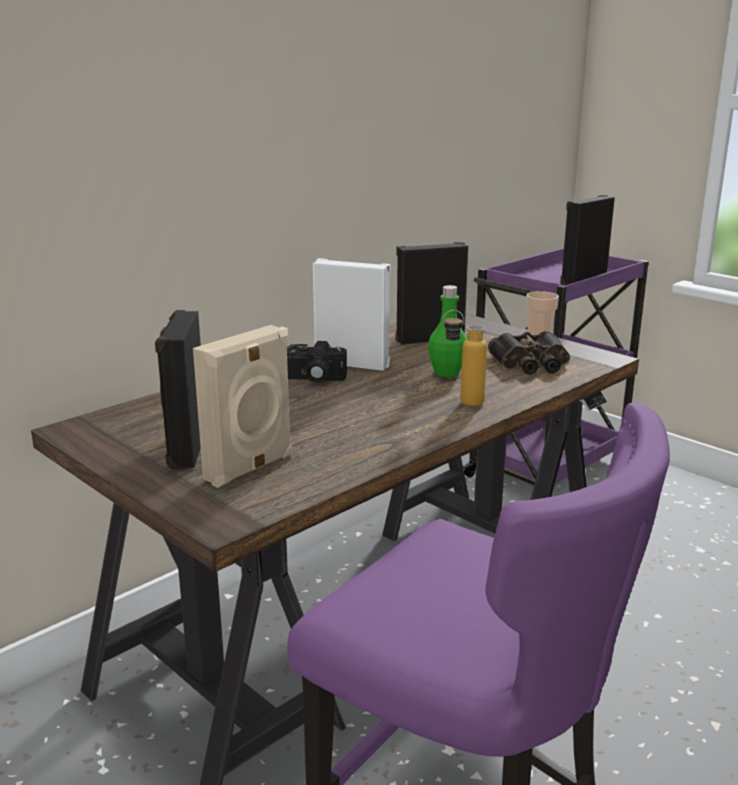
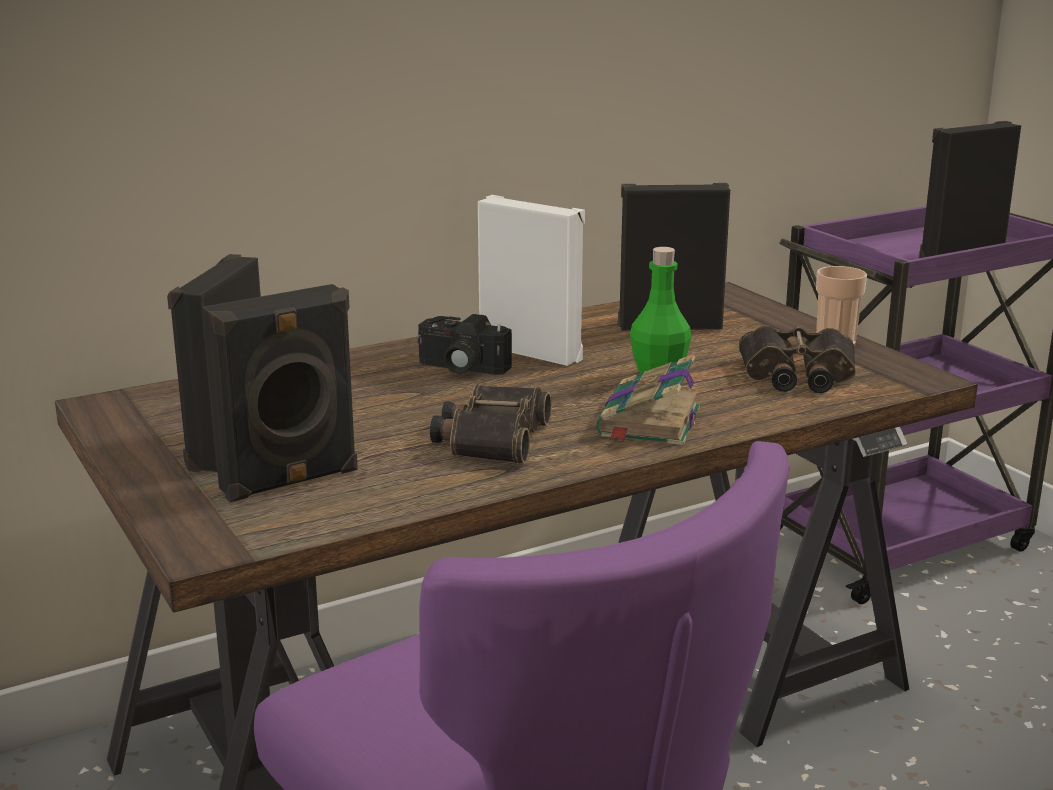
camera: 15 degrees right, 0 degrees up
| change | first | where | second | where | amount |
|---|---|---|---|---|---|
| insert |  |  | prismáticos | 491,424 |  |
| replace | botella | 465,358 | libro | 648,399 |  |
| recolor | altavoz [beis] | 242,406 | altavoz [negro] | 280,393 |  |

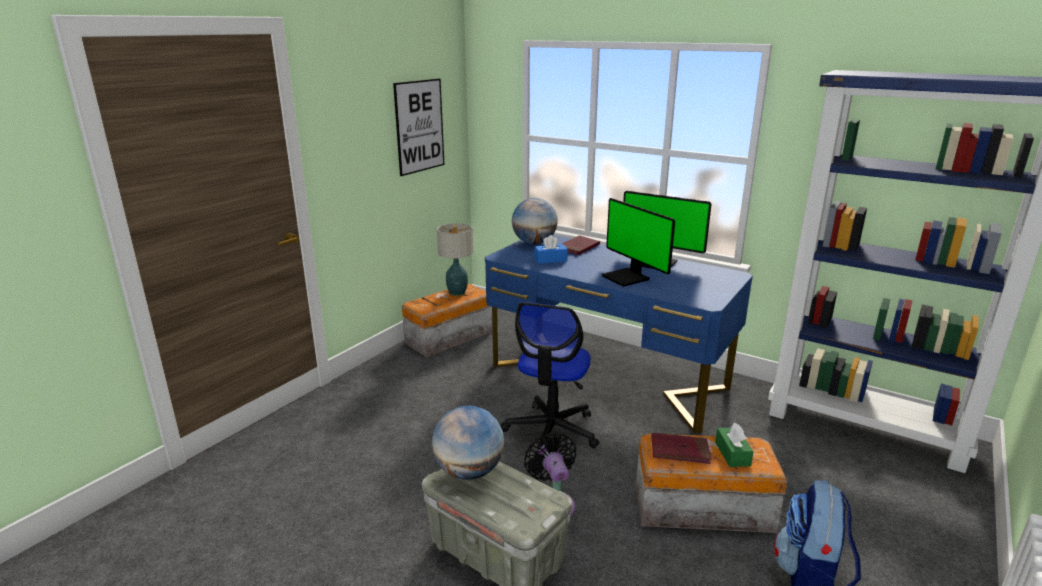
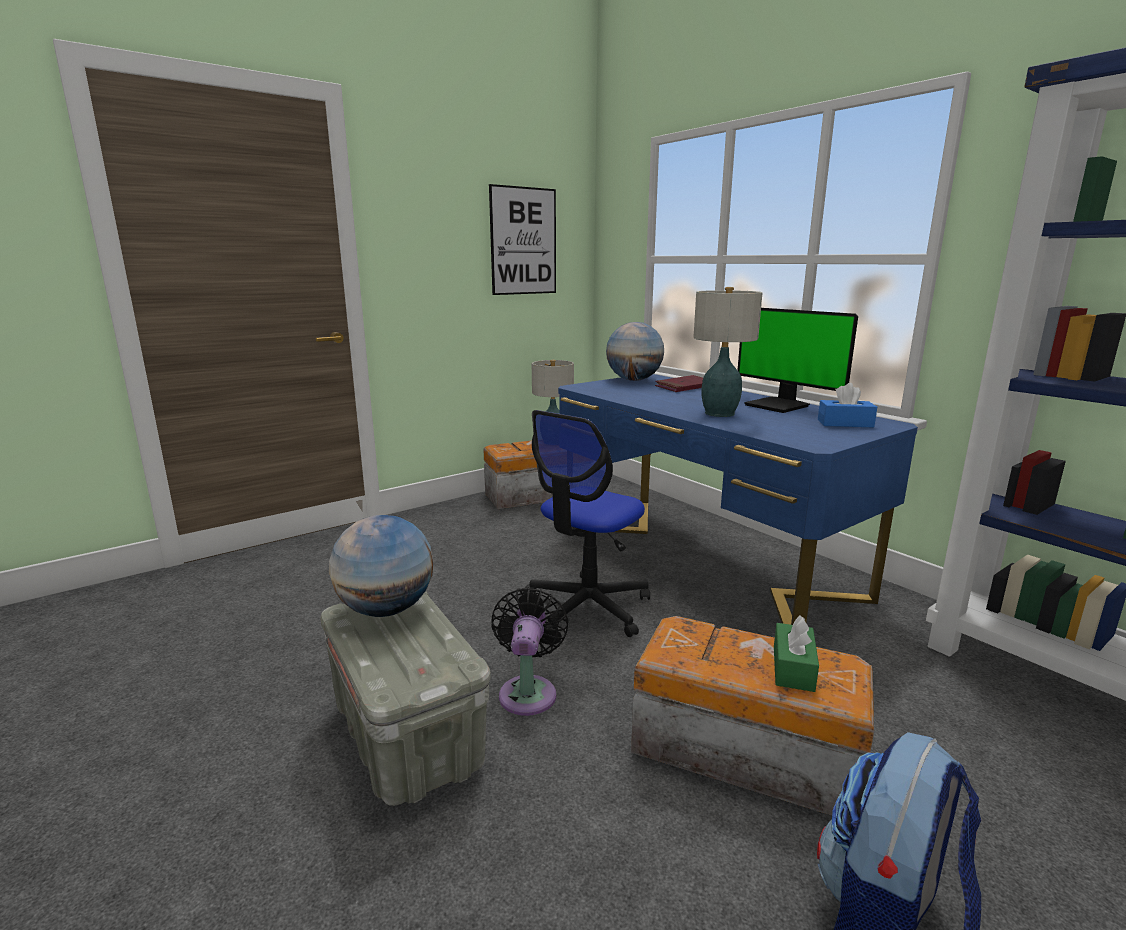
camera: 20 degrees right, 5 degrees down
| change | first | where | second | where | amount |
|---|---|---|---|---|---|
| delete | libro [rojo] | 681,448 |  |  |  |
| move | caja de pañuelos [azul] | 551,249 |  | 847,405 |  |
| replace | monitor | 638,242 | lámpara de mesa | 728,352 |  |

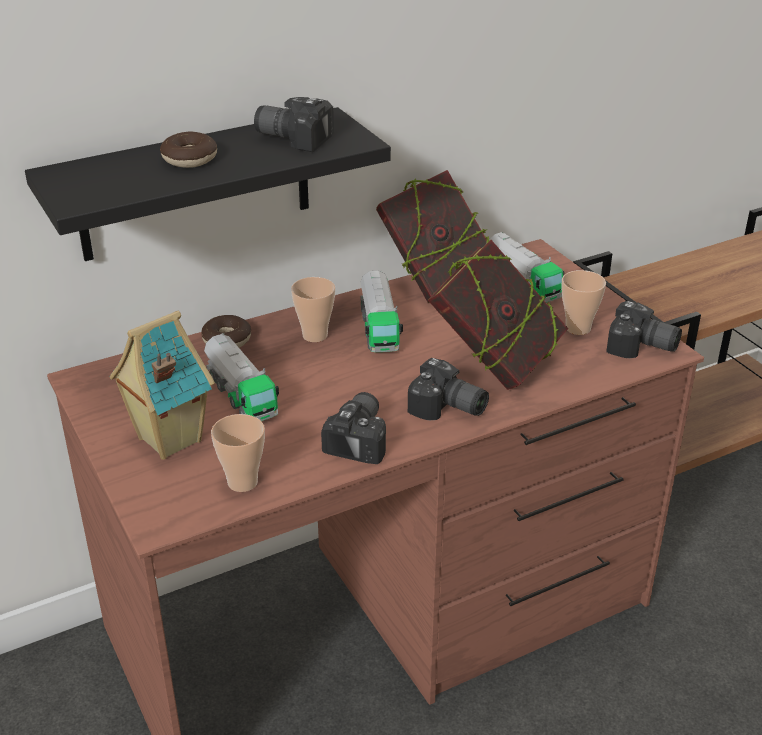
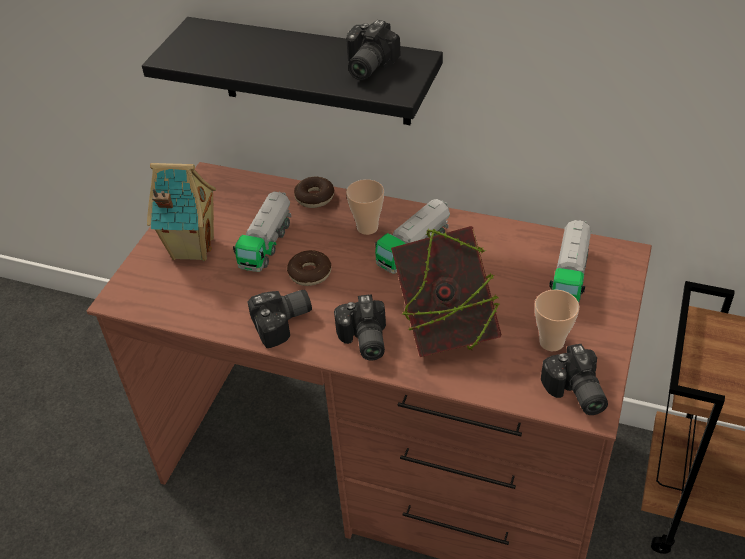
camera: 50 degrees right, 10 degrees up
| change | first | where | second | where | amount |
|---|---|---|---|---|---|
| delete | taza | 238,453 |  |  |  |
| delete | libro | 433,236 |  |  |  |
| move | rosquilla | 188,149 |  | 309,268 |  |
| rotate | cámara | 294,124 |  | 373,50 | 135 degrees counterclockwise |

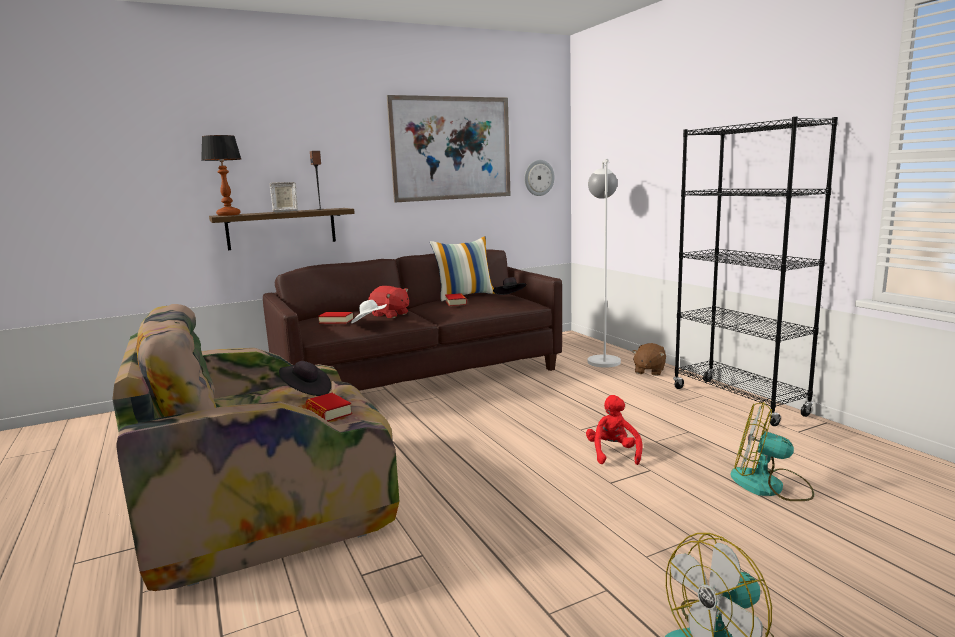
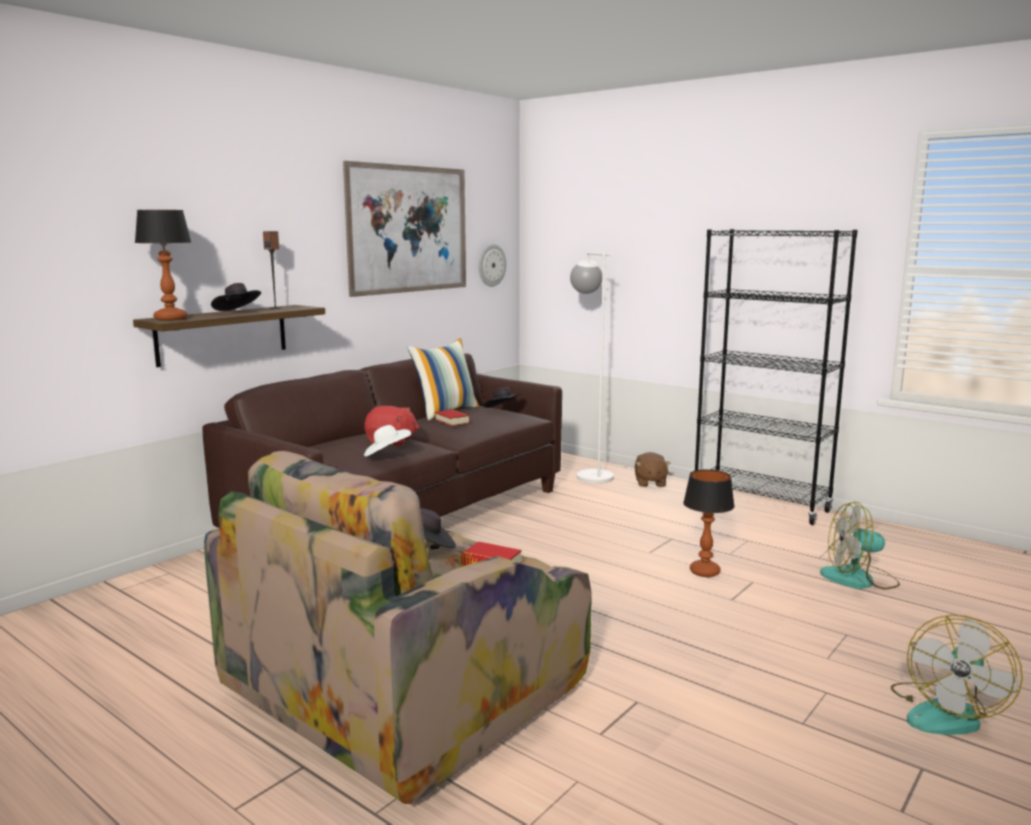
camera: 25 degrees left, 0 degrees up
| change | first | where | second | where | amount |
|---|---|---|---|---|---|
| delete | libro | 335,318 |  |  |  |
| replace | portarretratos | 283,197 | sombrero [negro] | 236,297 |  |
| replace | peluche [rojo] | 614,430 | lámpara de mesa | 709,523 |  |

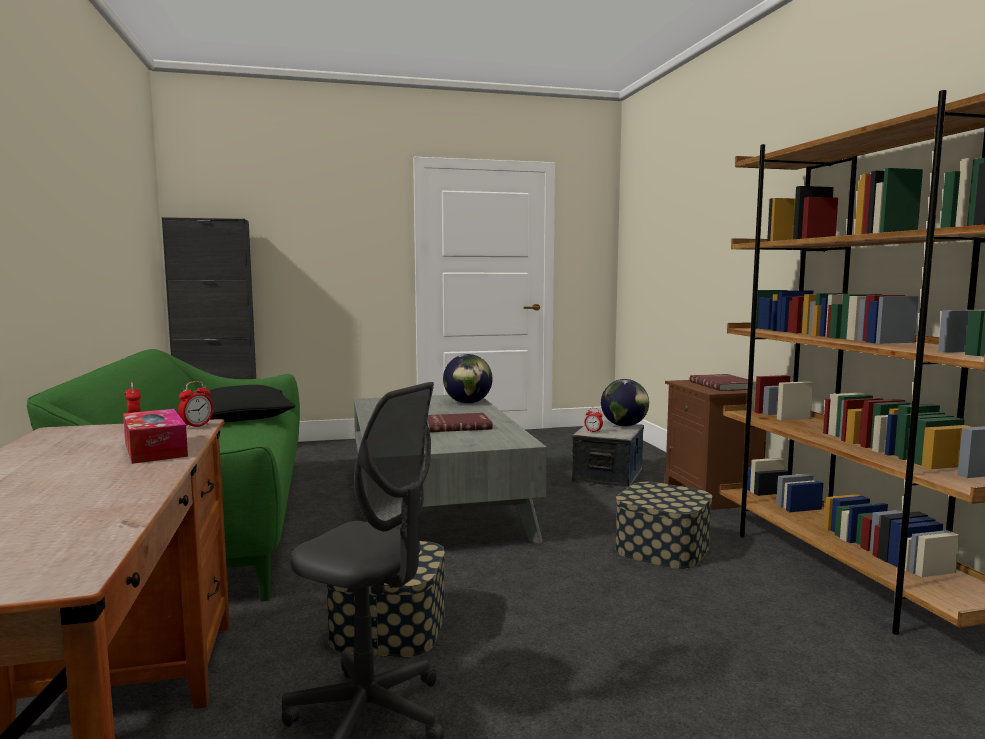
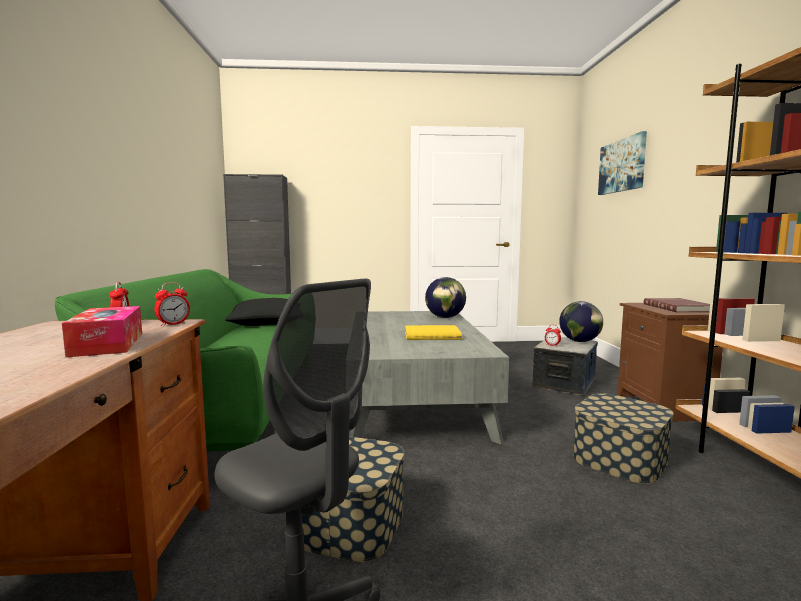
camera: 10 degrees right, 0 degrees up
| change | first | where | second | where | amount |
|---|---|---|---|---|---|
| insert |  |  | cuadro | 622,163 |  |
| recolor | libro [rojo] | 460,422 | libro [amarillo] | 433,332 |  |

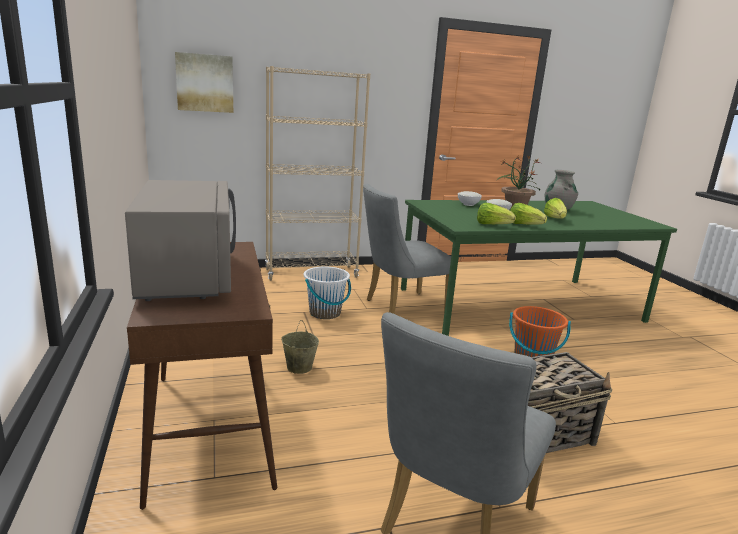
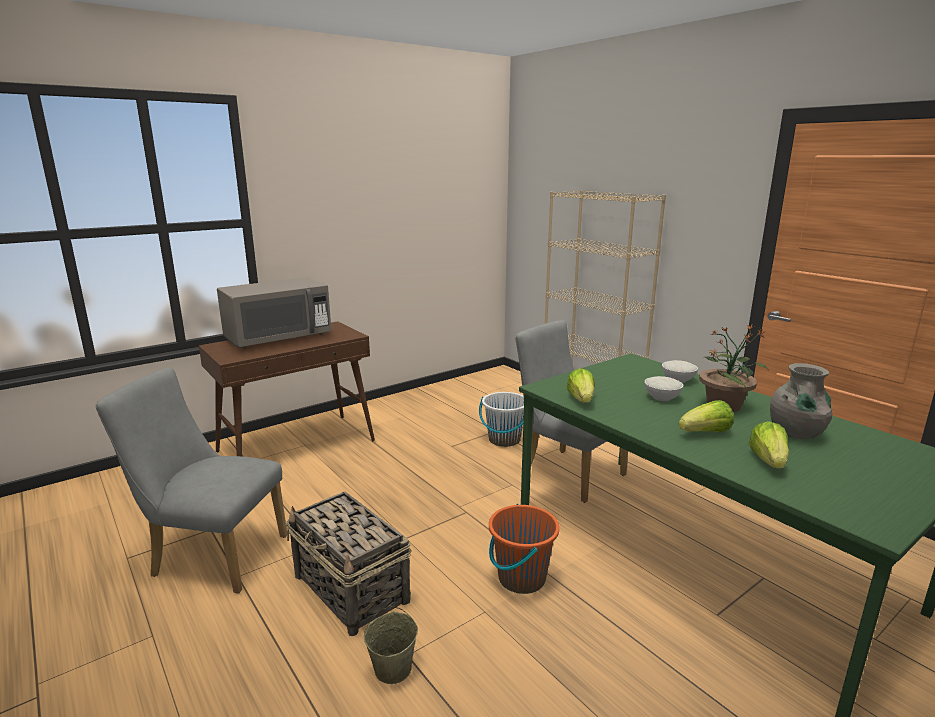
camera: 70 degrees right, 0 degrees up
| change | first | where | second | where | amount |
|---|---|---|---|---|---|
| delete | cuadro | 204,82 |  |  |  |
| move | cubo [beis] | 300,347 |  | 391,645 |  |
| move | lechuga | 528,214 |  | 769,445 |  |

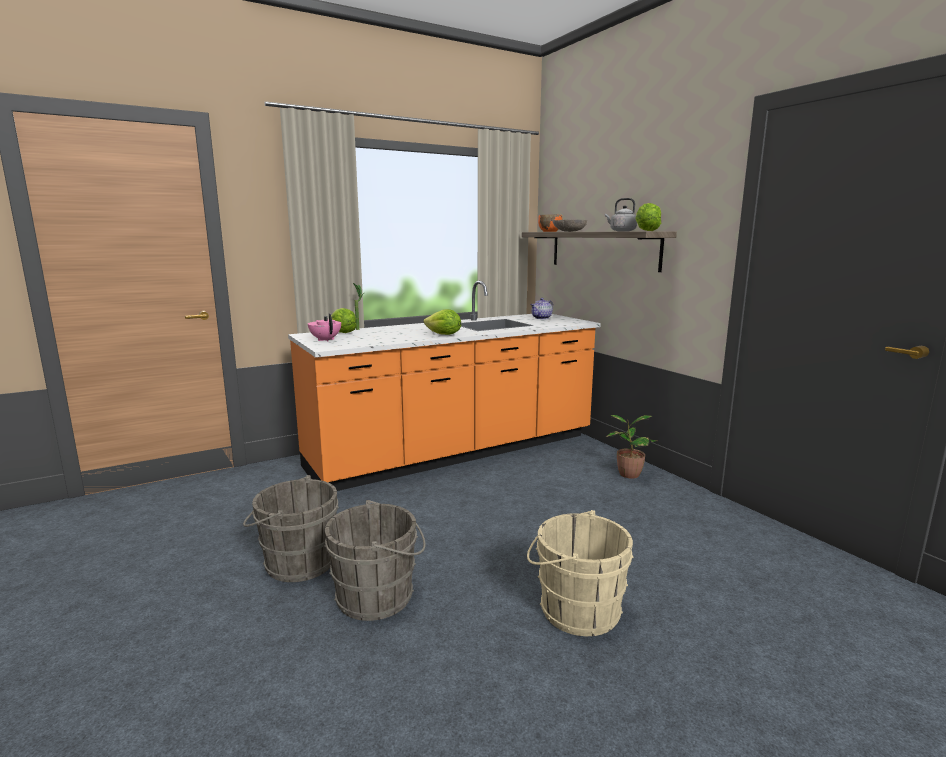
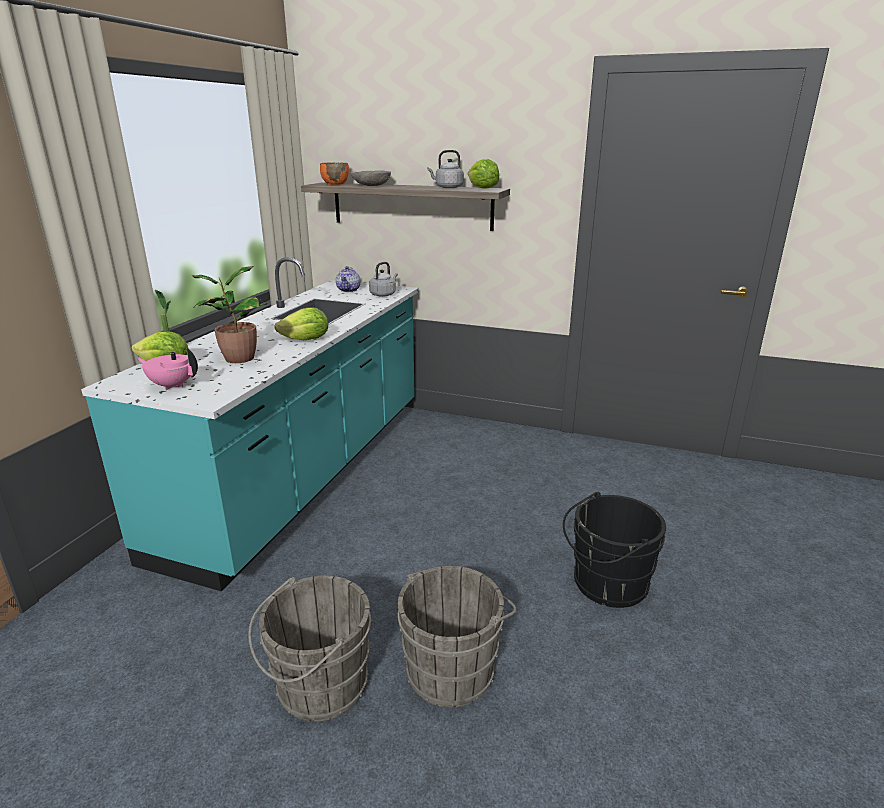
camera: 40 degrees left, 10 degrees up
| change | first | where | second | where | amount |
|---|---|---|---|---|---|
| insert |  |  | hervidor [gris] | 383,279 |  |
| move | planta en maceta | 632,447 |  | 229,314 |  |
| recolor | mueble bajo de cocina [naranja] | 444,386 | mueble bajo de cocina [turquesa] | 250,424 |  |
| recolor | cubo [beis] | 580,573 | cubo [negro] | 614,550 |  |

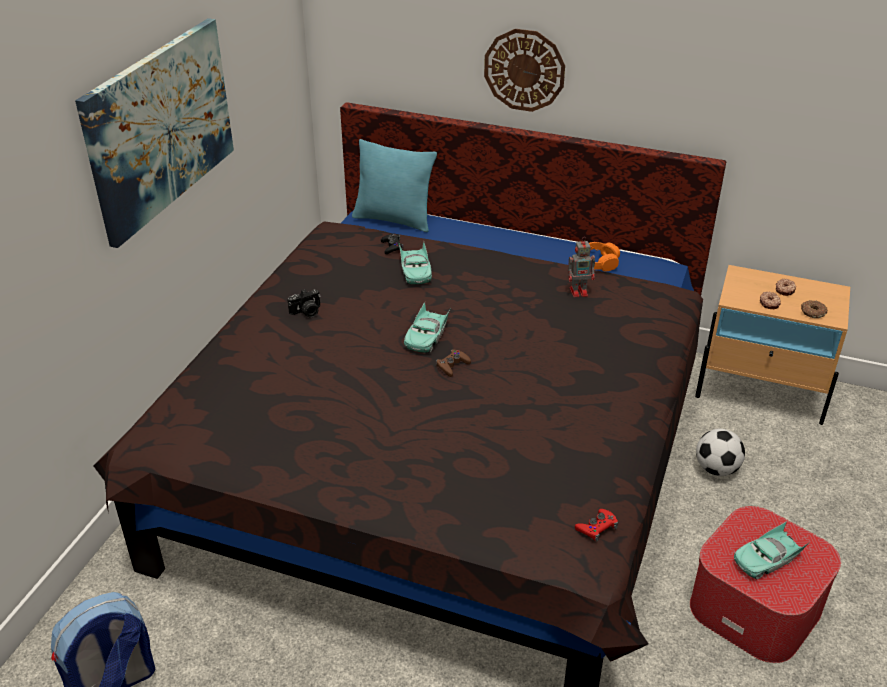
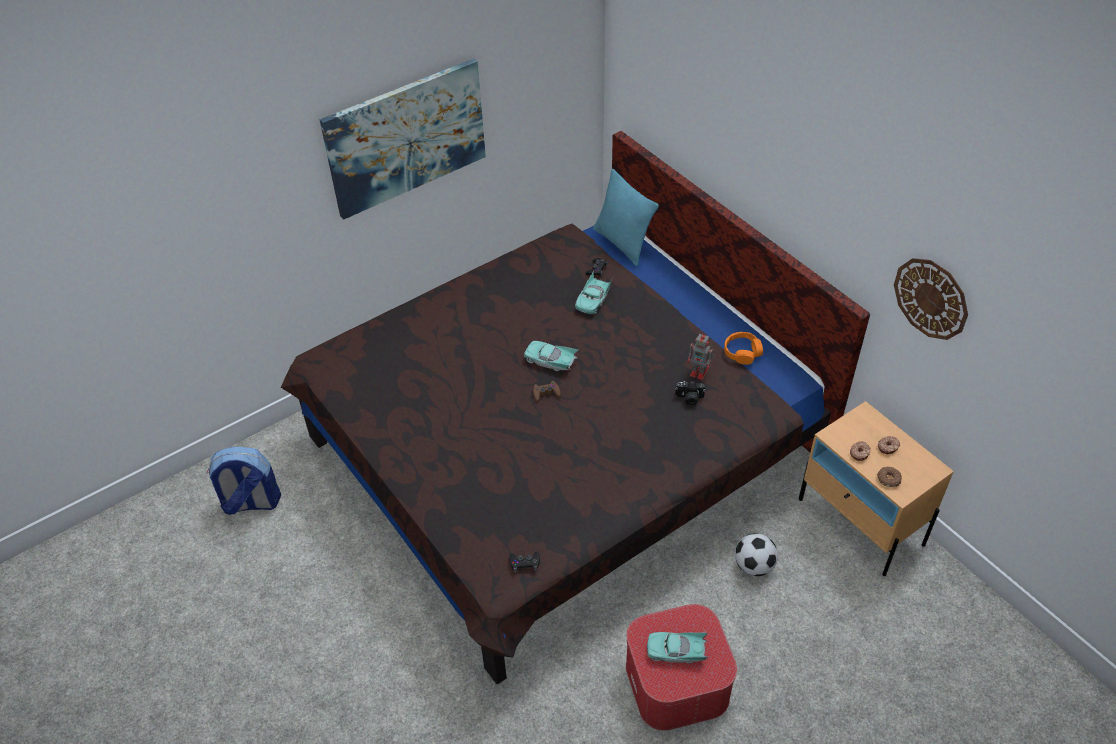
camera: 35 degrees right, 10 degrees up
| change | first | where | second | where | amount |
|---|---|---|---|---|---|
| move | cámara | 303,303 |  | 690,393 |  |
| move | reloj de pared | 524,70 |  | 931,299 |  |
| recolor | mando de consola [rojo] | 596,525 | mando de consola [negro] | 524,562 |  |
| rotate | coche de juguete [turquesa] | 427,327 |  | 551,356 | 60 degrees clockwise |

